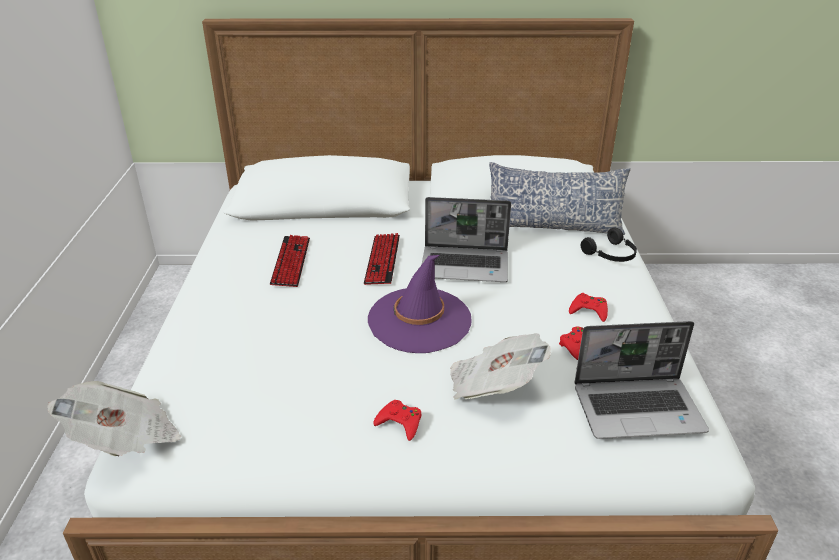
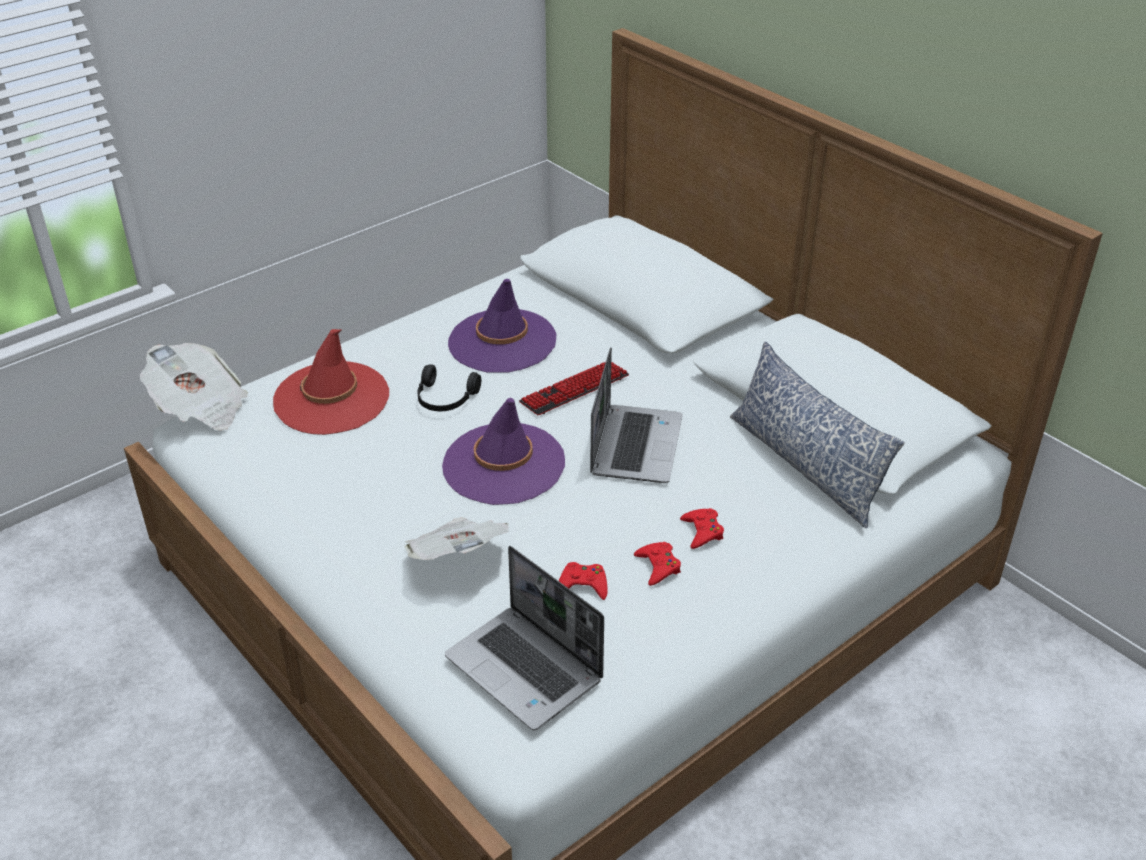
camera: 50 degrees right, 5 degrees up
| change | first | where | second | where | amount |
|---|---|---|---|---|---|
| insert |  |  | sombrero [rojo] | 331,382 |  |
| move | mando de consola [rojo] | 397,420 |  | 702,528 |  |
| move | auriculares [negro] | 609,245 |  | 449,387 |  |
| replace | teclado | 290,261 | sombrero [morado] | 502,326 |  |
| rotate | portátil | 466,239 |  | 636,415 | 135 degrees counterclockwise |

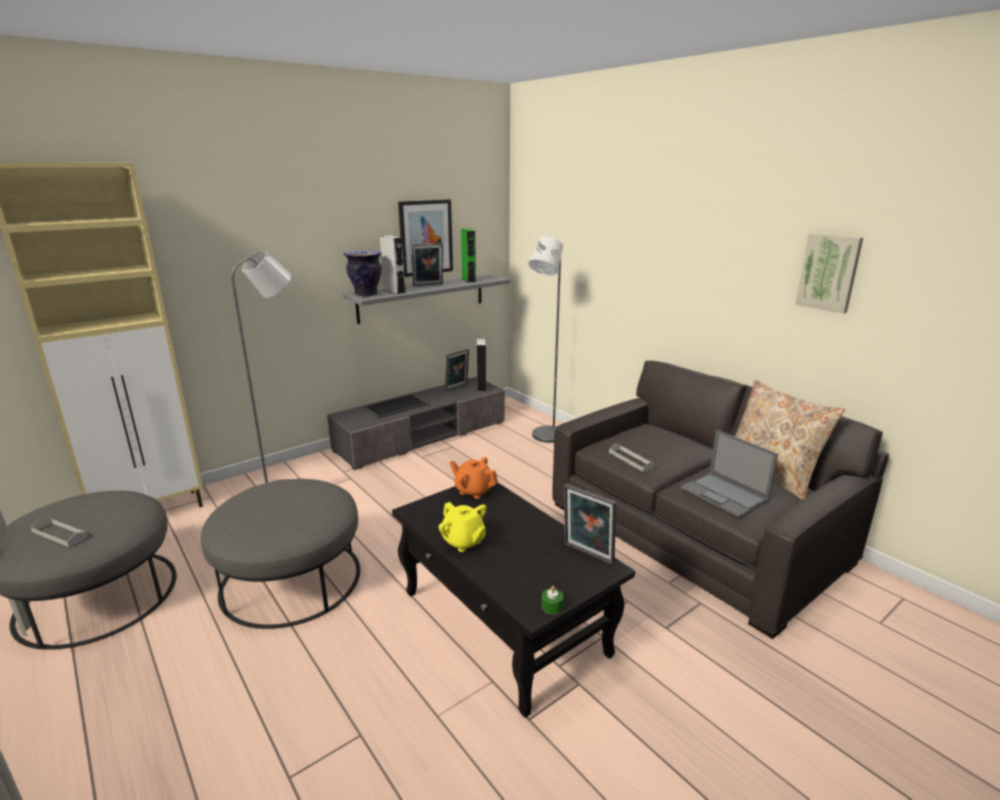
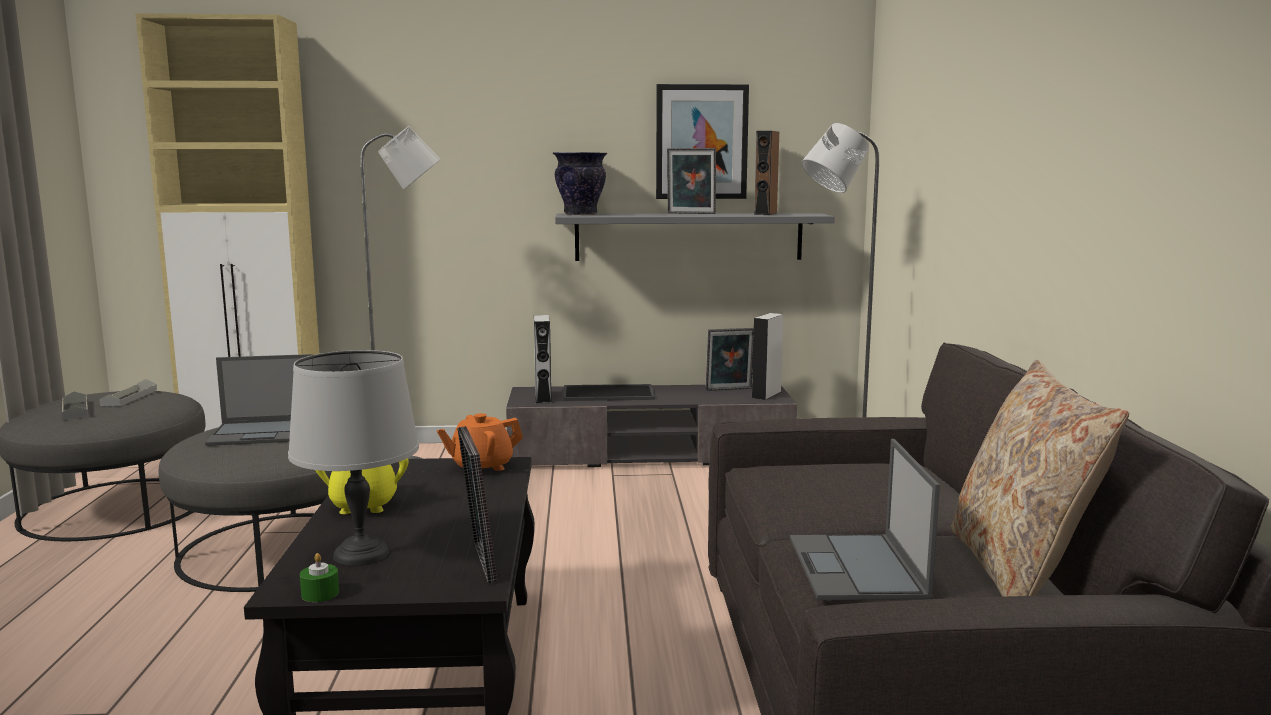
camera: 35 degrees right, 10 degrees down
| change | first | where | second | where | amount |
|---|---|---|---|---|---|
| delete | cuadro | 829,273 |  |  |  |
| insert |  |  | portátil | 258,400 |  |
| insert |  |  | lámpara de mesa [gris] | 353,458 |  |
| move | altavoz [gris] | 393,264 |  | 542,359 |  |
| move | bandeja [gris] | 632,457 |  | 128,392 |  |
| recolor | altavoz [verde] | 468,256 | altavoz [marrón] | 766,173 |  |
| rotate | tetera [naranja] | 474,478 |  | 480,442 | 90 degrees counterclockwise |

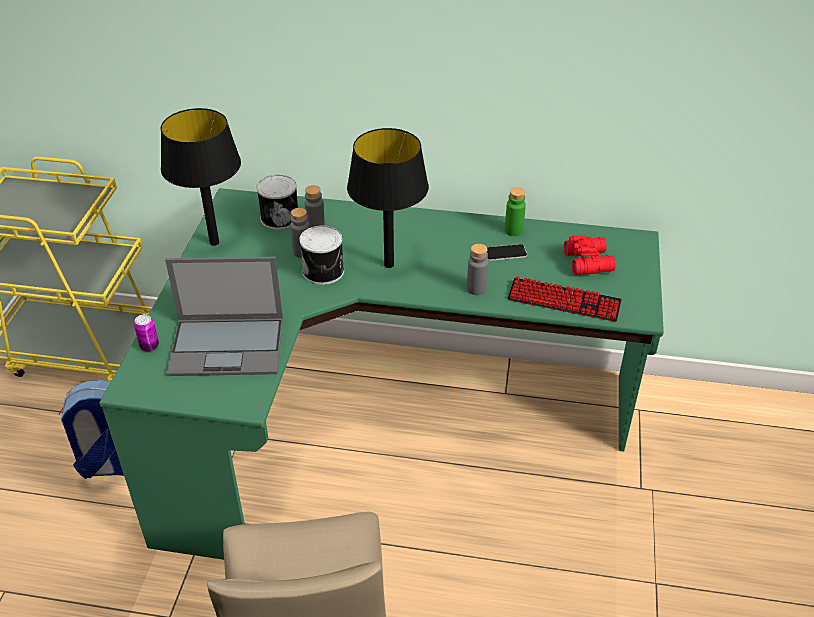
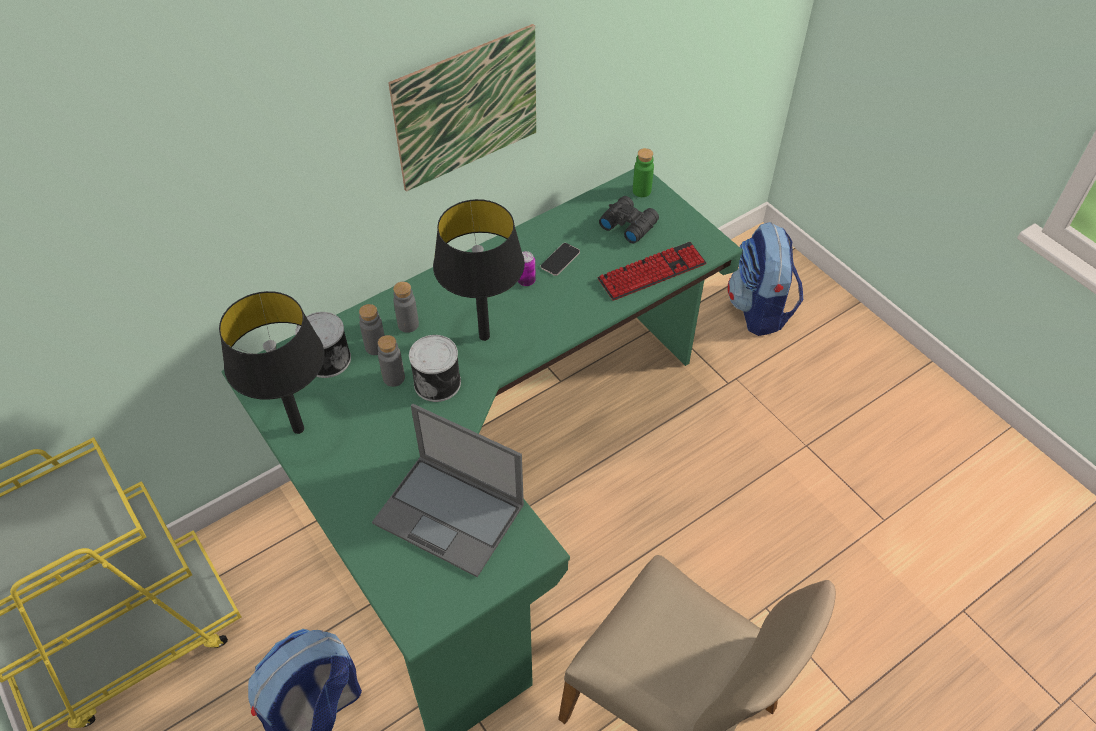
camera: 45 degrees left, 10 degrees up
| change | first | where | second | where | amount |
|---|---|---|---|---|---|
| insert |  |  | cuadro | 462,108 |  |
| insert |  |  | mochila | 765,279 |  |
| move | lata | 146,333 |  | 527,268 |  |
| move | botella [gris] | 478,269 |  | 406,307 |  |
| move | botella [verde] | 515,211 |  | 643,172 |  |
| recolor | prismáticos [rojo] | 590,255 | prismáticos [negro] | 629,220 |  |
| rotate | portátil | 224,316 |  | 448,490 | 75 degrees clockwise |

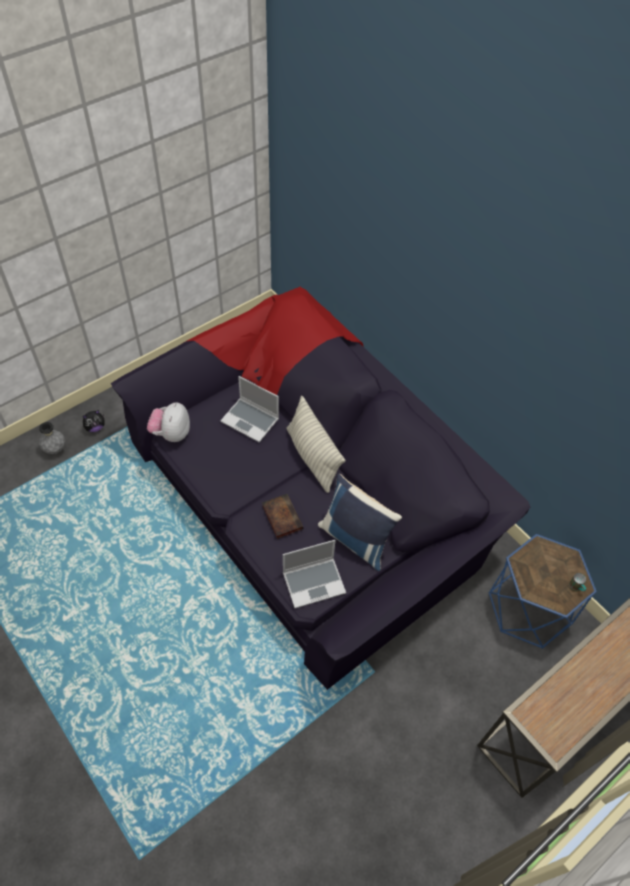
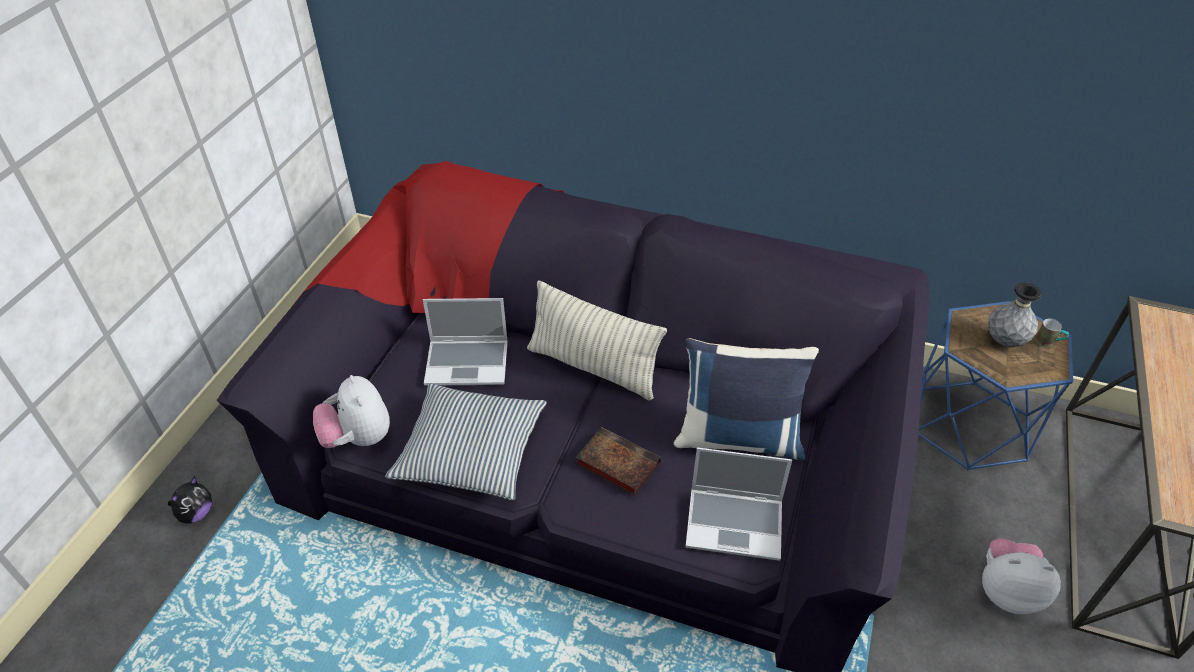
camera: 30 degrees left, 10 degrees down
| change | first | where | second | where | amount |
|---|---|---|---|---|---|
| insert |  |  | cojín | 466,442 |  |
| insert |  |  | peluche | 1021,576 |  |
| move | florero [gris] | 52,438 |  | 1014,314 |  |
| rotate | portátil | 314,574 |  | 739,504 | 60 degrees clockwise |

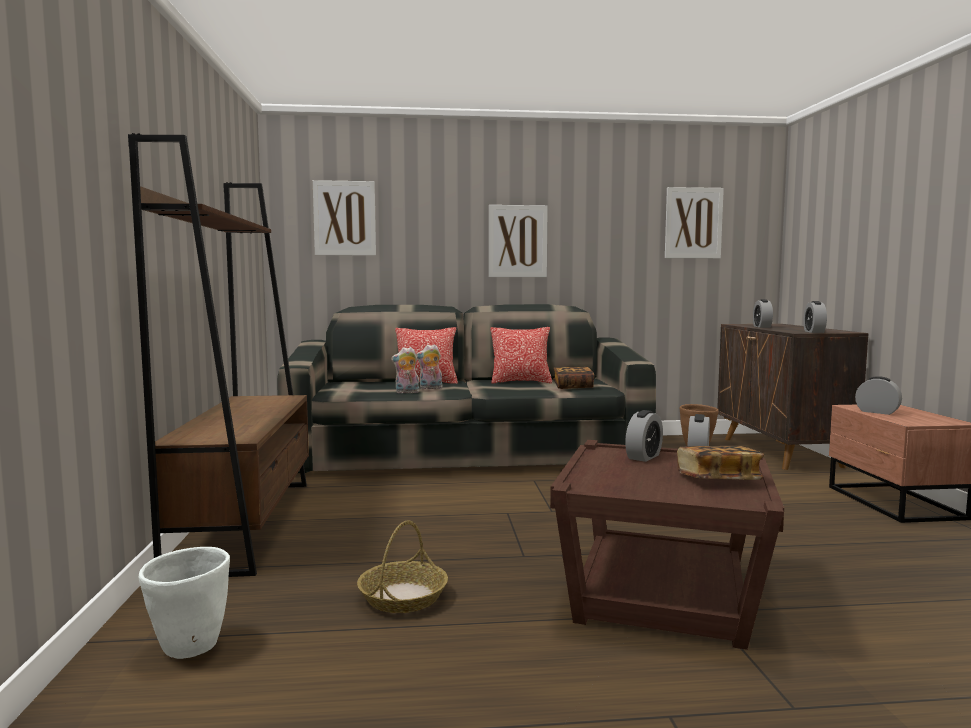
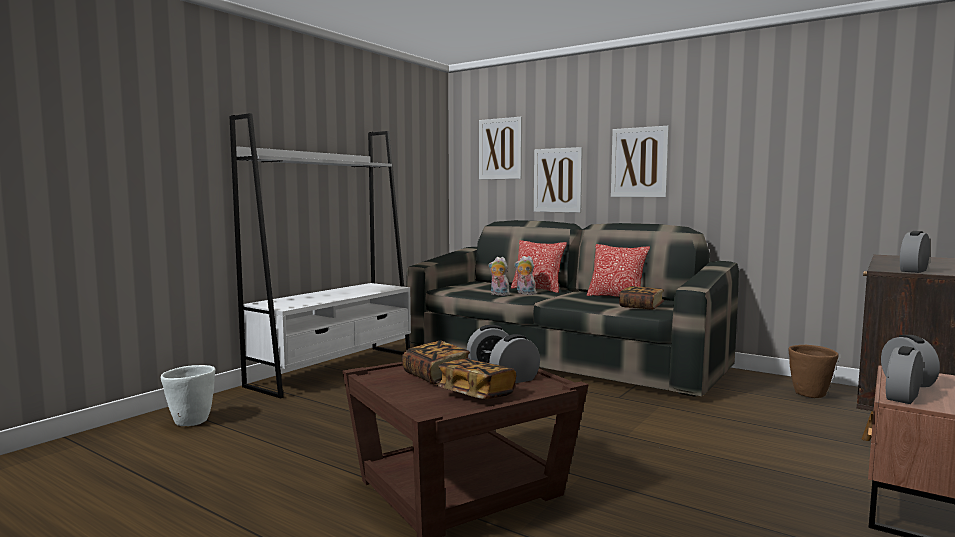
camera: 40 degrees right, 0 degrees up
| change | first | where | second | where | amount |
|---|---|---|---|---|---|
| delete | cesta | 402,567 |  |  |  |
| insert |  |  | libro | 436,362 |  |
| move | cuadro | 694,222 |  | 558,180 |  |
| move | despertador | 763,313 |  | 904,375 |  |
| recolor | estantería [marrón] | 218,355 | estantería [blanco] | 320,256 |  |

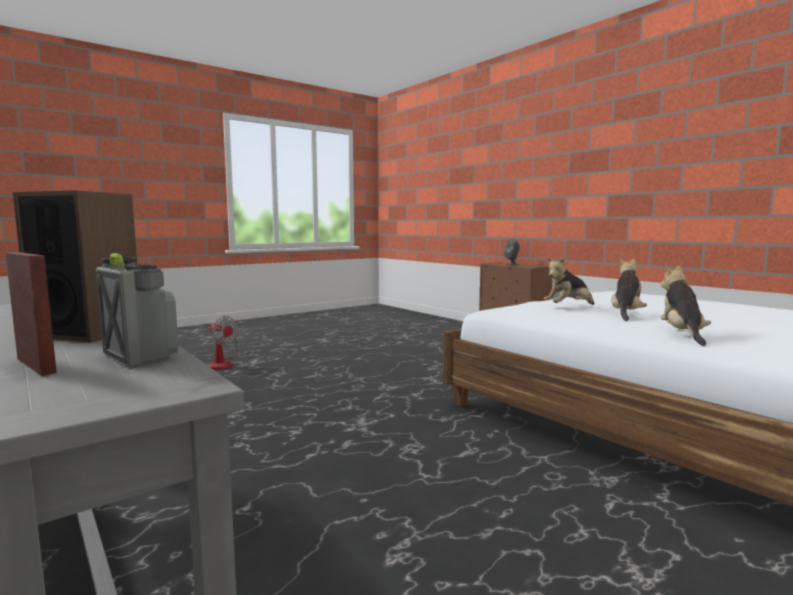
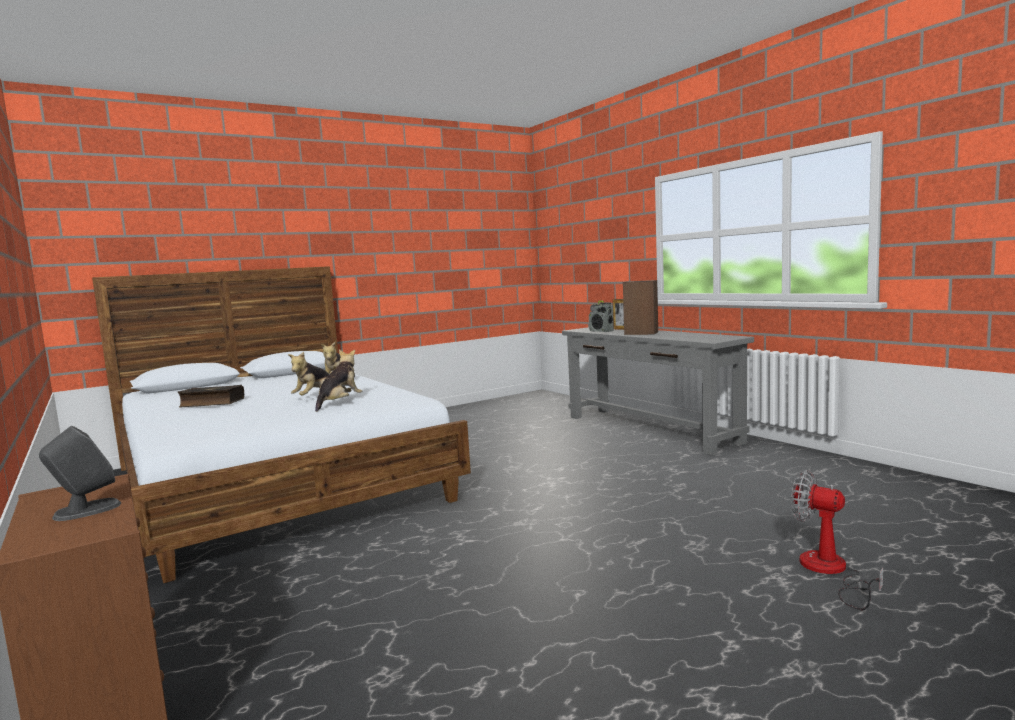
camera: 175 degrees left, 0 degrees up
| change | first | where | second | where | amount |
|---|---|---|---|---|---|
| insert |  |  | libro | 211,396 |  |
| rotate | peluche | 569,281 |  | 339,381 | 45 degrees counterclockwise |

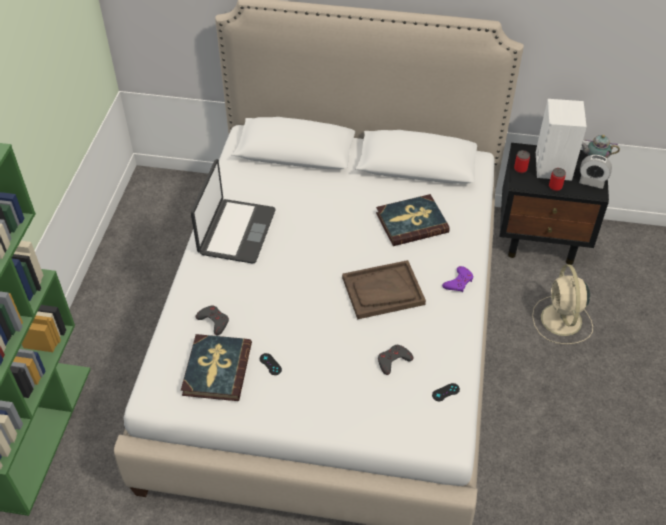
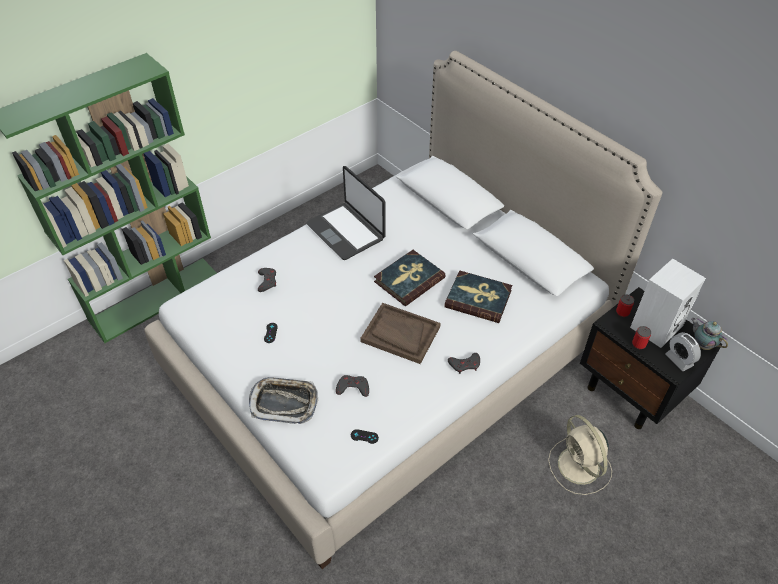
camera: 40 degrees right, 0 degrees up
| change | first | where | second | where | amount |
|---|---|---|---|---|---|
| insert |  |  | bandeja | 283,400 |  |
| move | libro | 216,367 |  | 409,278 |  |
| recolor | mando de consola [morado] | 457,279 | mando de consola [gris] | 464,363 |  |
| rotate | portátil | 233,211 |  | 346,213 | 90 degrees clockwise |
| rotate | ventilador [beis] | 562,304 |  | 580,455 | 60 degrees counterclockwise |

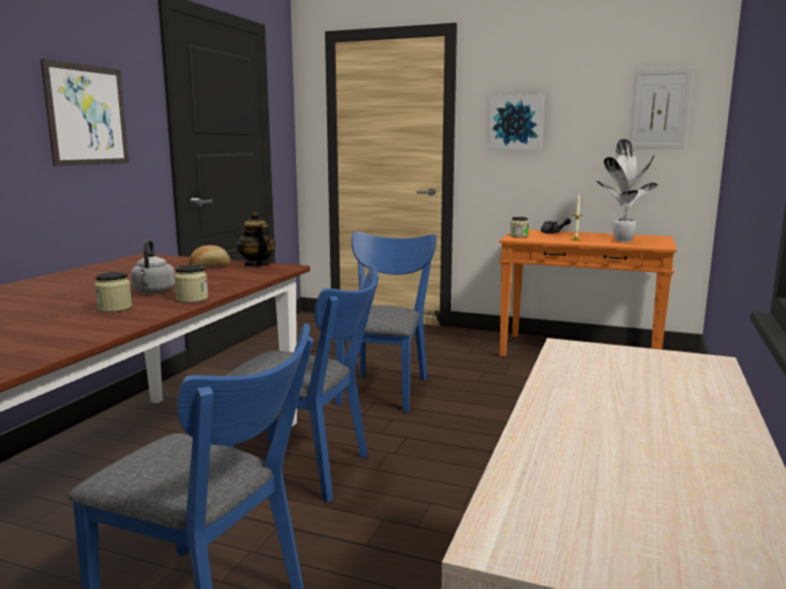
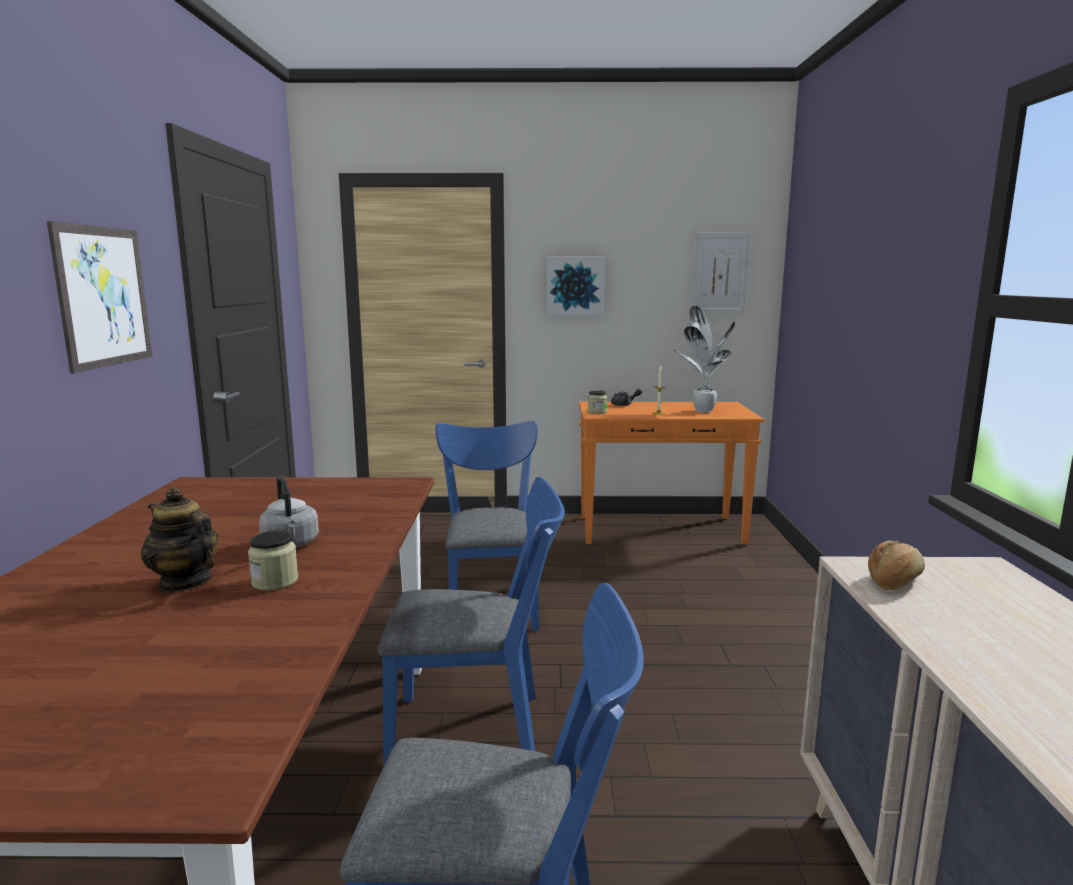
camera: 20 degrees left, 0 degrees up
| change | first | where | second | where | amount |
|---|---|---|---|---|---|
| delete | tarro | 191,284 |  |  |  |
| move | pan | 209,256 |  | 896,565 |  |
| move | tetera | 256,239 |  | 180,539 |  |

